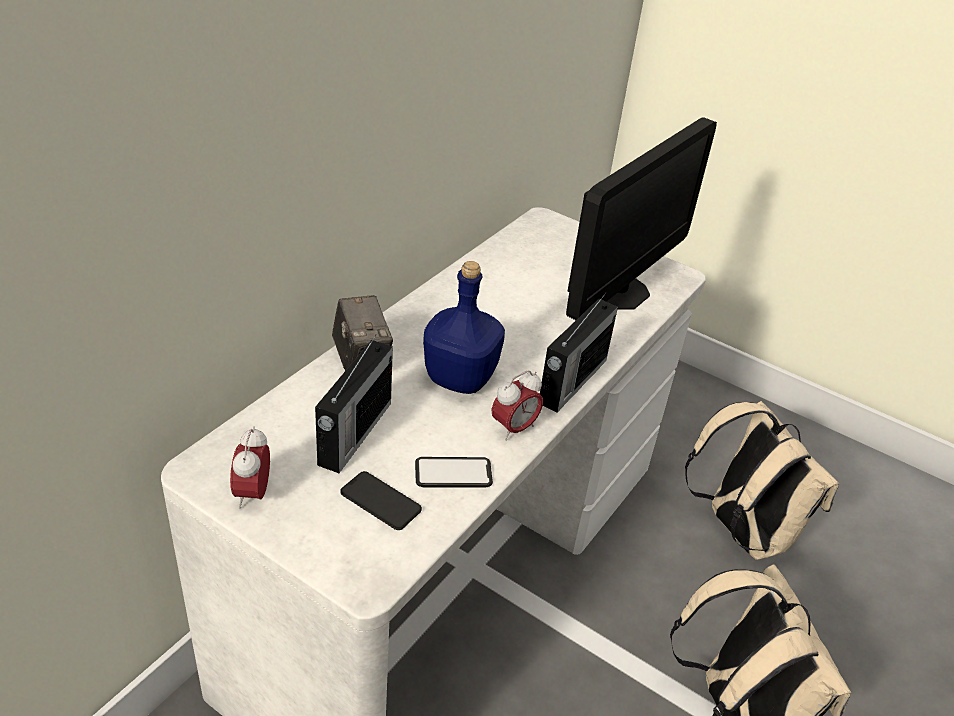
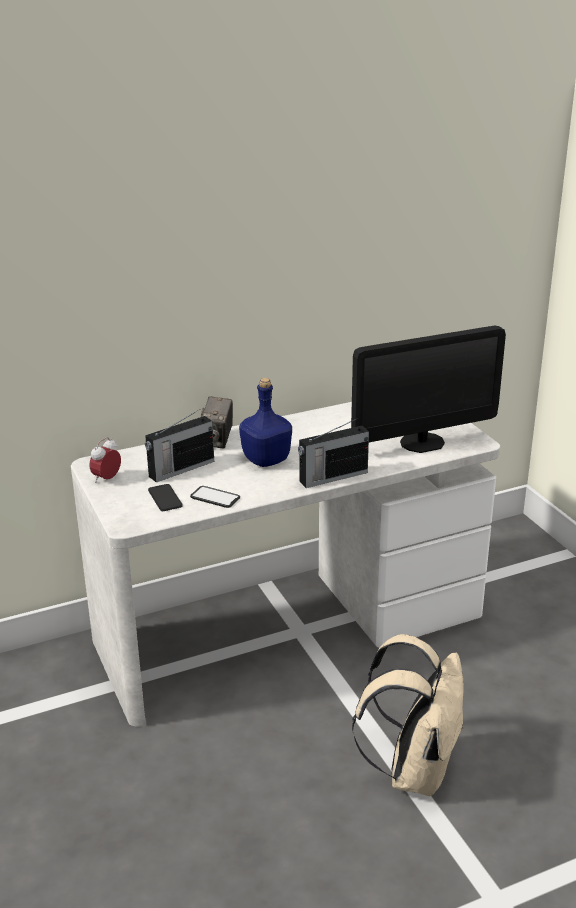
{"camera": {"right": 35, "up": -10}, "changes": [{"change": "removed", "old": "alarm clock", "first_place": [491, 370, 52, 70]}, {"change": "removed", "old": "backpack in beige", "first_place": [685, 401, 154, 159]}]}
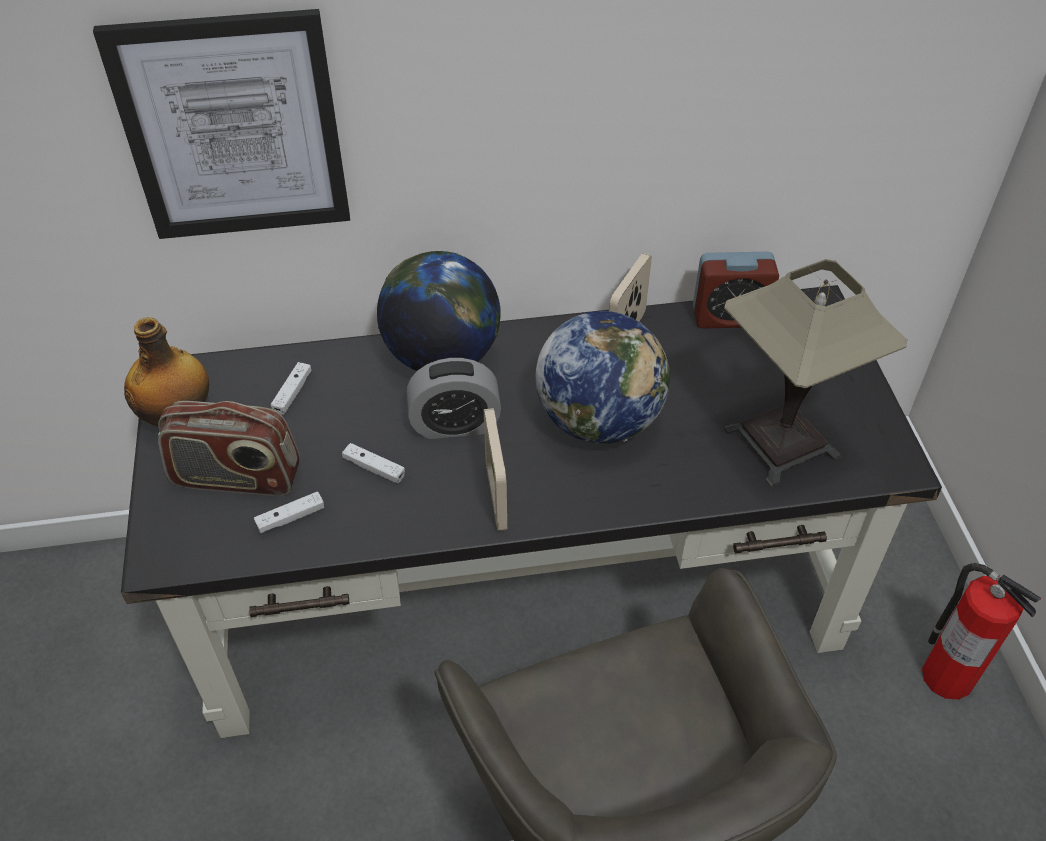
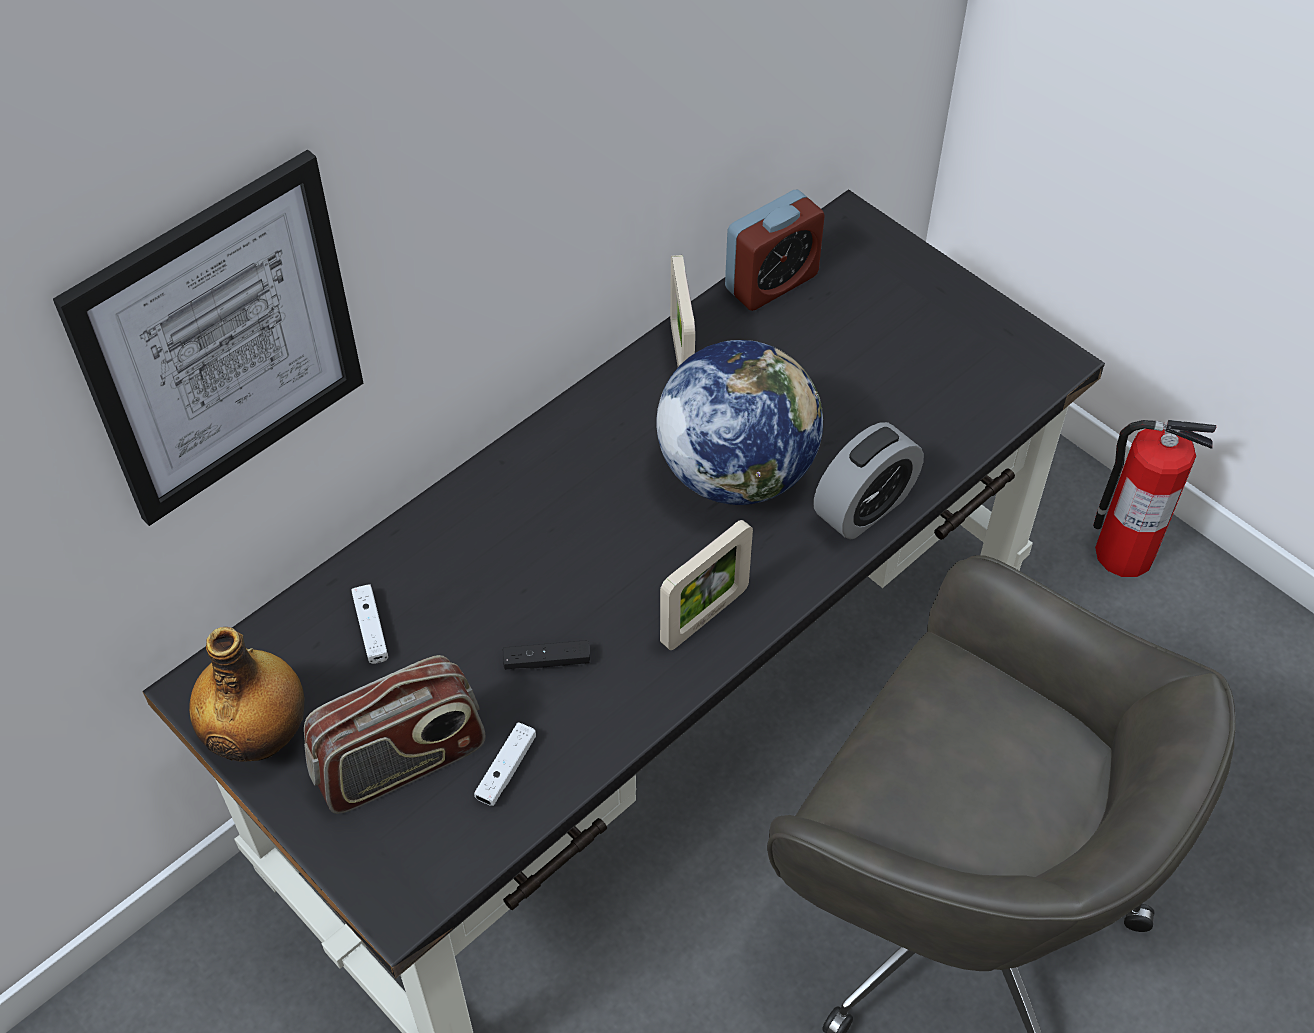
{"camera": {"right": -35, "up": 5}, "changes": [{"change": "removed", "old": "globe", "first_place": [377, 251, 124, 120]}, {"change": "removed", "old": "table lamp", "first_place": [724, 259, 183, 228]}, {"change": "moved", "old": "alarm clock", "first_place": [407, 358, 94, 81], "second_place": [813, 422, 111, 117]}, {"change": "recoloured", "old": "game controller in white", "new": "game controller in black", "first_place": [342, 443, 63, 40], "second_place": [503, 640, 87, 30]}, {"change": "turned", "old": "picture frame", "first_place": [484, 408, 23, 123], "second_place": [660, 520, 93, 130], "degrees": -90}]}
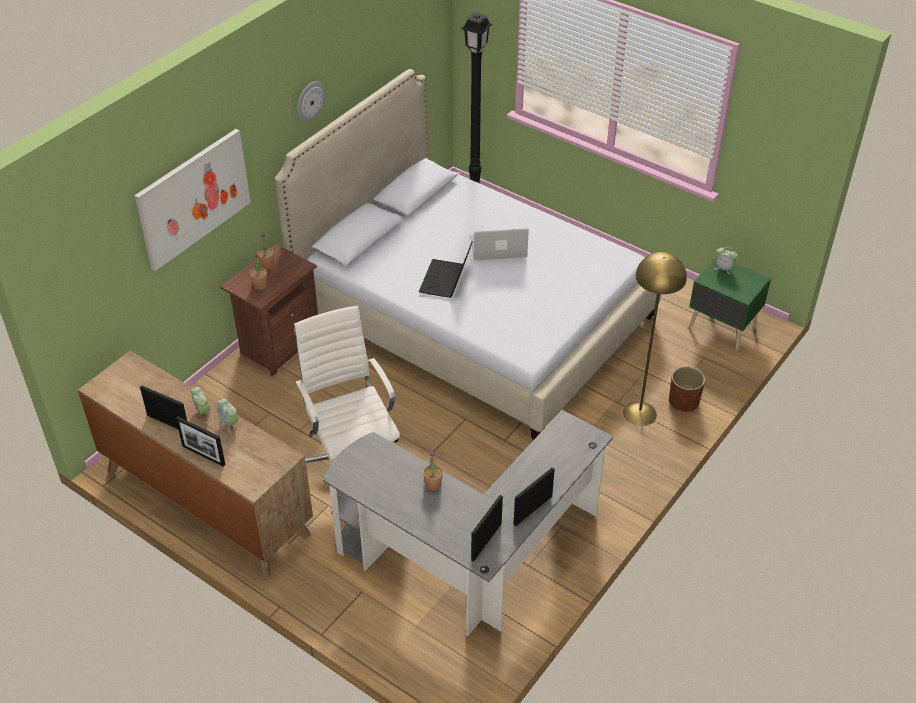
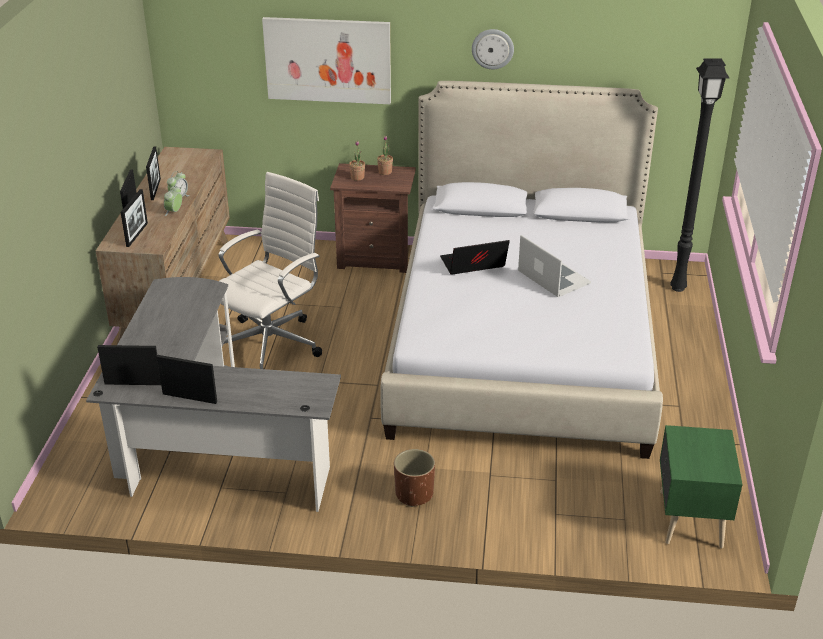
{"camera": {"right": 60, "up": -10}, "changes": [{"change": "removed", "old": "potted plant", "first_place": [423, 451, 20, 40]}, {"change": "removed", "old": "floor lamp in yellow", "first_place": [623, 252, 64, 174]}, {"change": "removed", "old": "alarm clock", "first_place": [714, 247, 24, 27]}, {"change": "added", "new": "picture frame", "second_place": [121, 189, 27, 58]}, {"change": "moved", "old": "planter in brown", "first_place": [669, 366, 36, 46], "second_place": [394, 449, 41, 58]}]}
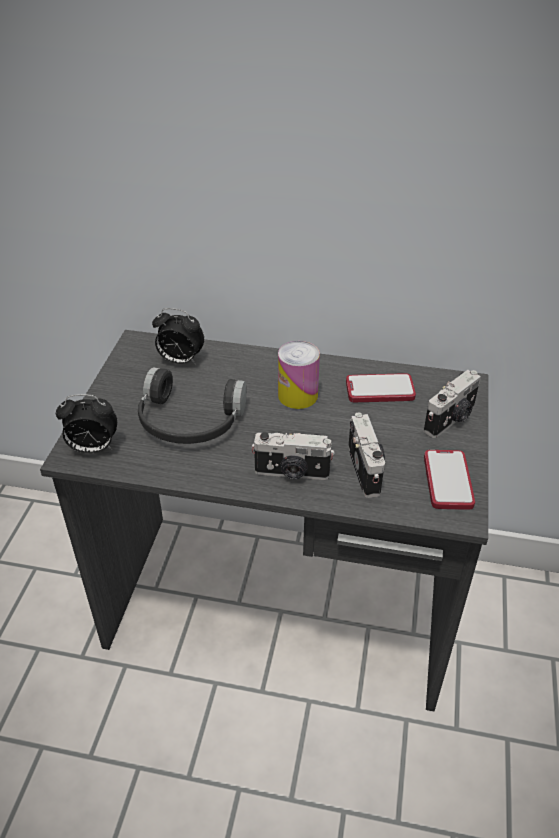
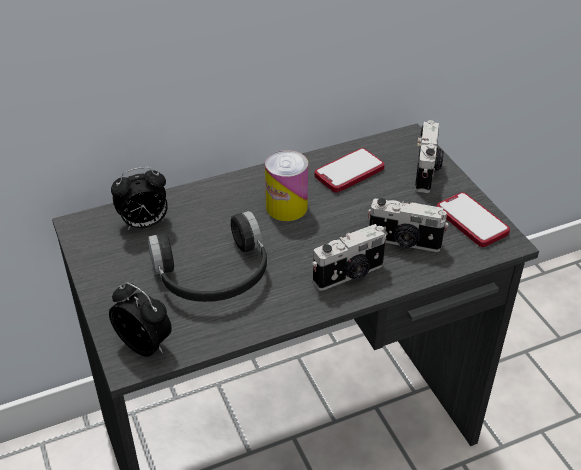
{"camera": {"right": -35, "up": 0}, "changes": [{"change": "turned", "old": "alarm clock", "first_place": [56, 394, 62, 60], "second_place": [109, 282, 63, 75], "degrees": -105}, {"change": "turned", "old": "photo camera", "first_place": [348, 412, 37, 86], "second_place": [368, 198, 81, 54], "degrees": 150}]}
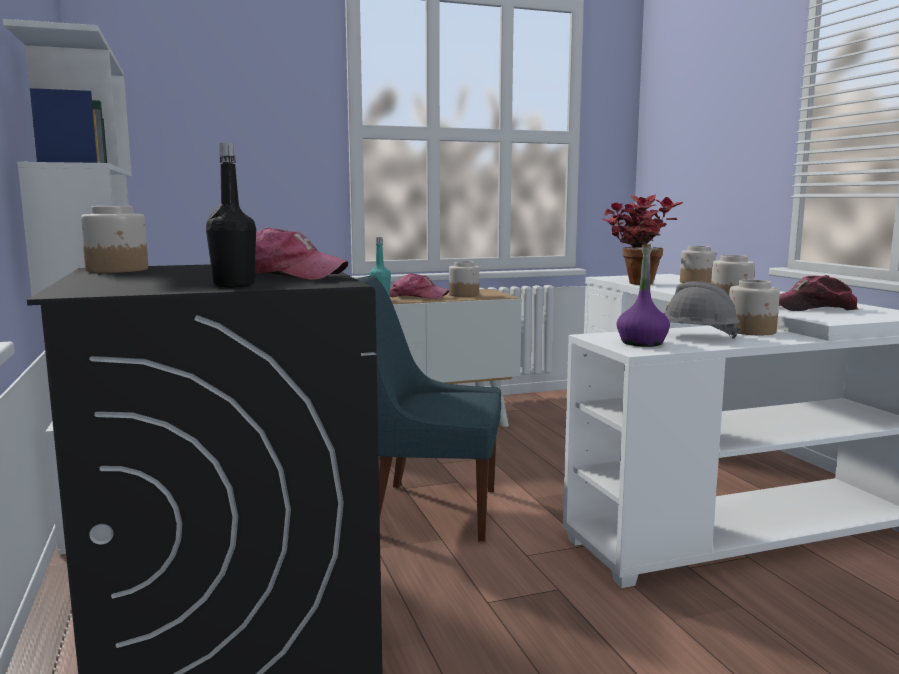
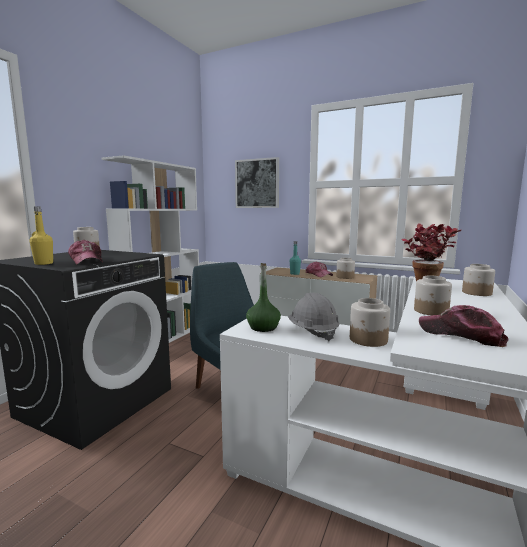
{"camera": {"right": 45, "up": 0}, "changes": [{"change": "added", "new": "picture", "second_place": [235, 157, 44, 51]}, {"change": "recoloured", "old": "bottle in black", "new": "bottle in yellow", "first_place": [206, 143, 50, 145], "second_place": [30, 207, 23, 58]}, {"change": "recoloured", "old": "bottle in purple", "new": "bottle in green", "first_place": [617, 244, 53, 103], "second_place": [246, 263, 35, 69]}]}
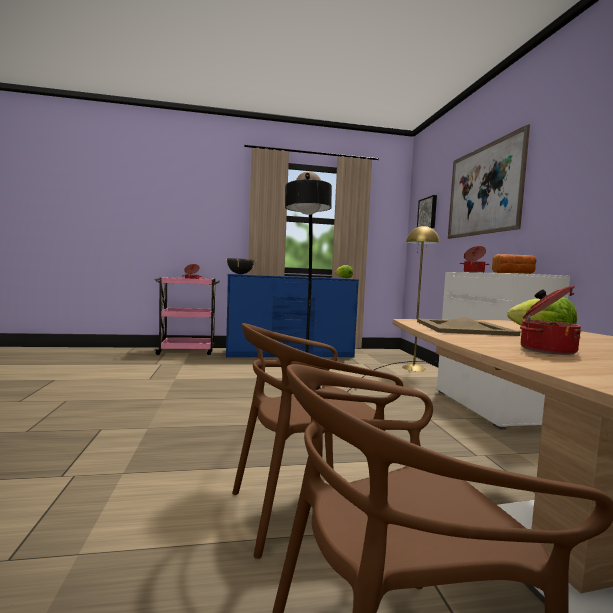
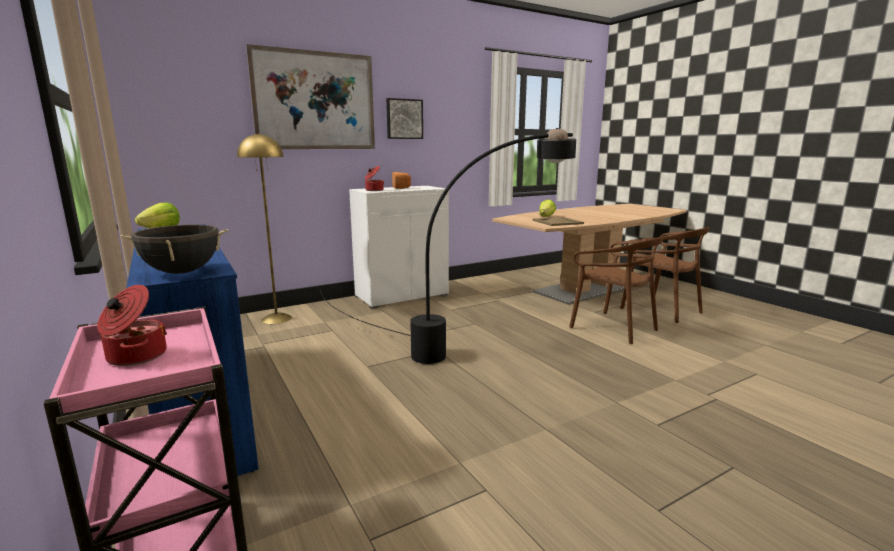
{"camera": {"right": -110, "up": 10}, "changes": [{"change": "removed", "old": "cooking pot", "first_place": [520, 285, 61, 70]}, {"change": "moved", "old": "picture", "first_place": [417, 195, 20, 33], "second_place": [386, 98, 37, 41]}]}
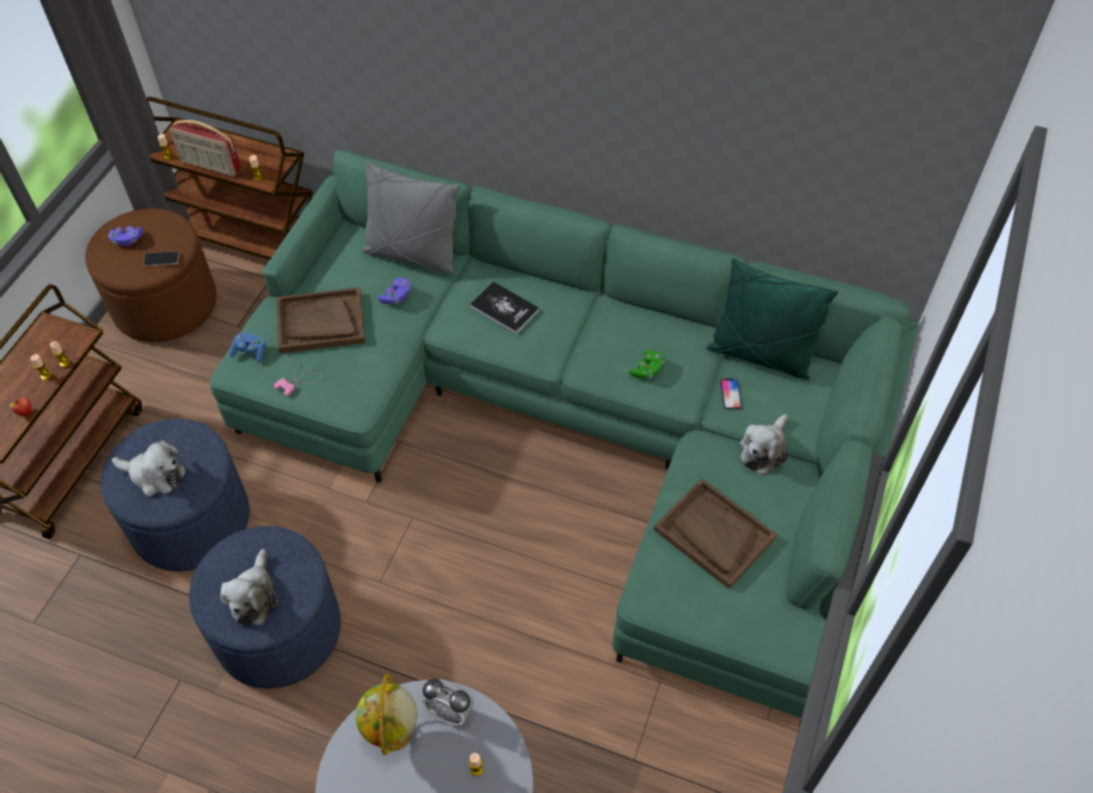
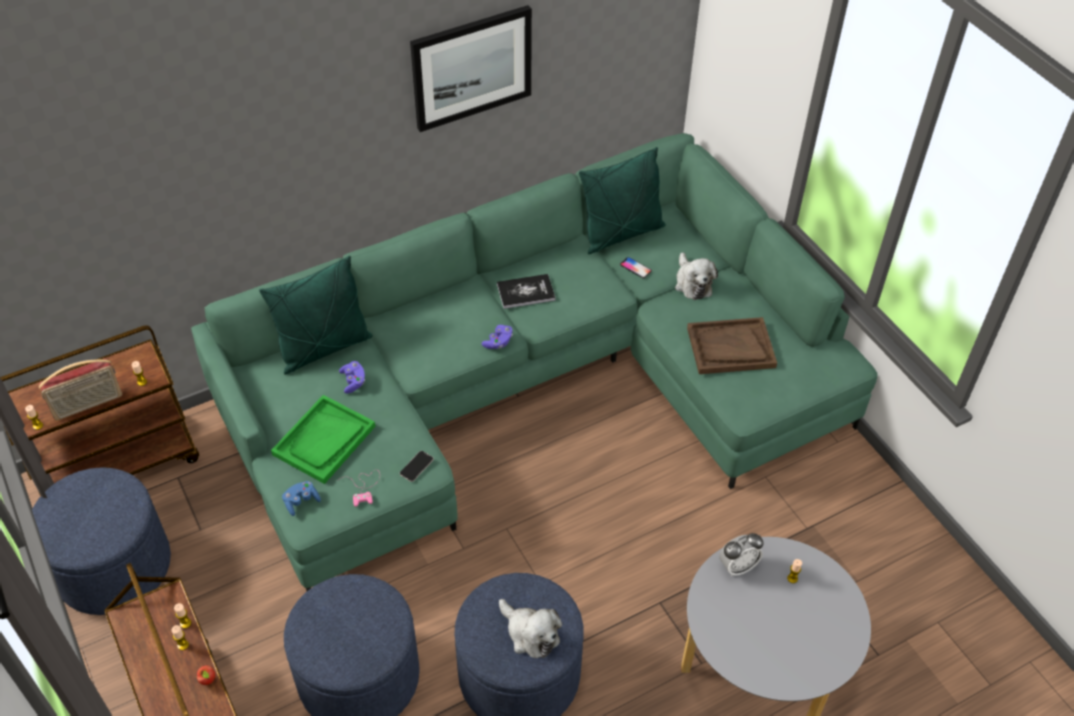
{"camera": {"right": -50, "up": -5}, "changes": [{"change": "removed", "old": "plush toy", "first_place": [112, 440, 74, 57]}, {"change": "removed", "old": "globe", "first_place": [355, 674, 63, 82]}, {"change": "removed", "old": "game controller in green", "first_place": [629, 350, 35, 28]}, {"change": "added", "new": "picture", "second_place": [410, 5, 122, 127]}, {"change": "moved", "old": "game controller in purple", "first_place": [108, 226, 35, 21], "second_place": [481, 325, 32, 24]}, {"change": "moved", "old": "phone", "first_place": [144, 251, 35, 15], "second_place": [400, 451, 34, 31]}, {"change": "moved", "old": "book", "first_place": [470, 282, 69, 52], "second_place": [497, 274, 59, 35]}, {"change": "recoloured", "old": "ottoman in brown", "new": "ottoman in blue", "first_place": [85, 208, 132, 134], "second_place": [32, 467, 139, 148]}, {"change": "recoloured", "old": "tray in brown", "new": "tray in green", "first_place": [277, 287, 88, 66], "second_place": [271, 395, 104, 89]}, {"change": "recoloured", "old": "pillow in grey", "new": "pillow in green", "first_place": [362, 161, 98, 113], "second_place": [259, 256, 114, 118]}]}
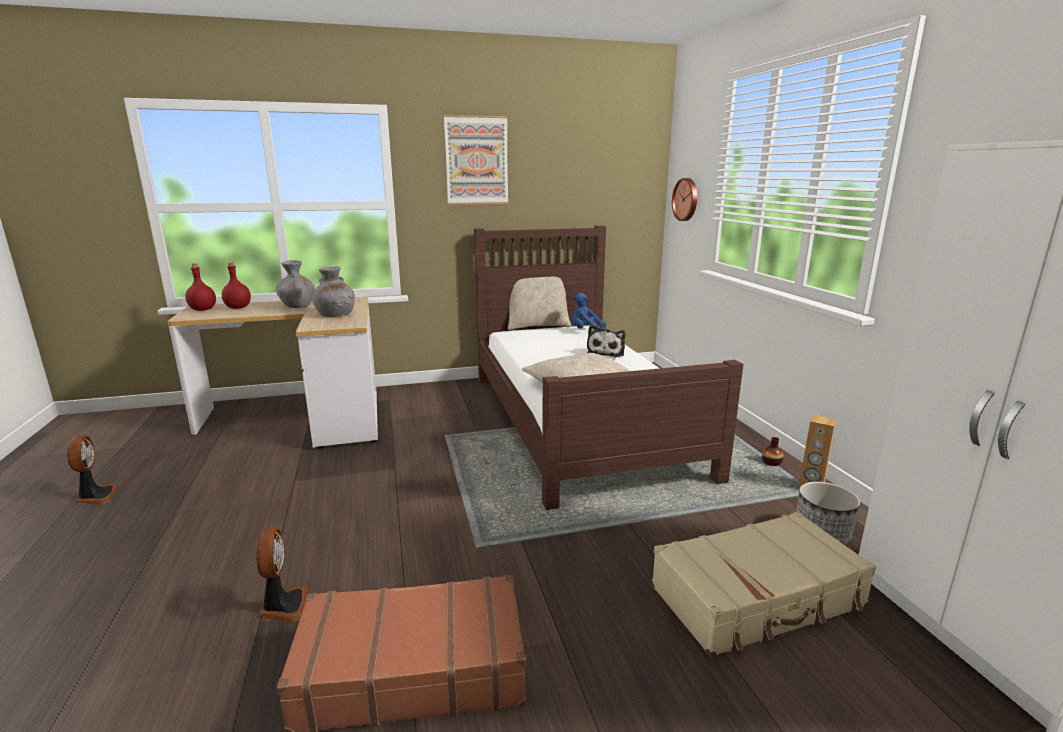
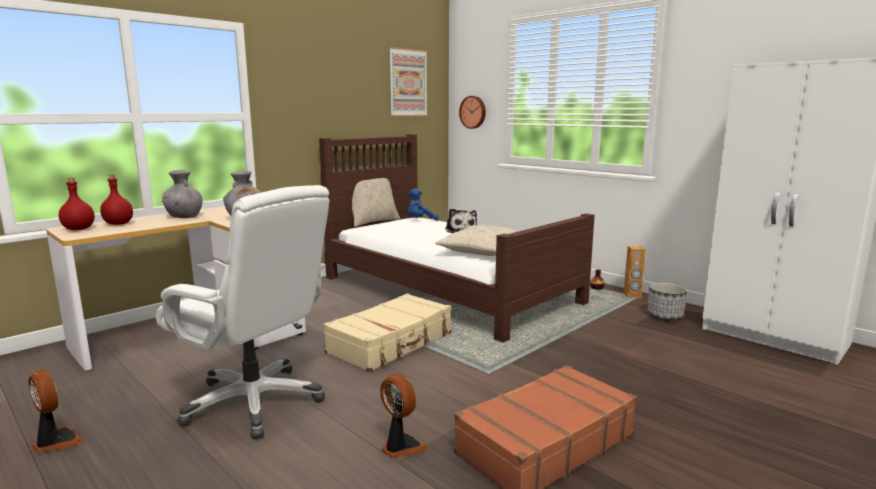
{"camera": {"right": -30, "up": -5}, "changes": [{"change": "added", "new": "office chair in white", "second_place": [156, 185, 173, 254]}, {"change": "moved", "old": "picture", "first_place": [444, 115, 64, 90], "second_place": [389, 47, 39, 69]}, {"change": "moved", "old": "suitcase in beige", "first_place": [651, 512, 225, 145], "second_place": [323, 293, 128, 79]}]}
